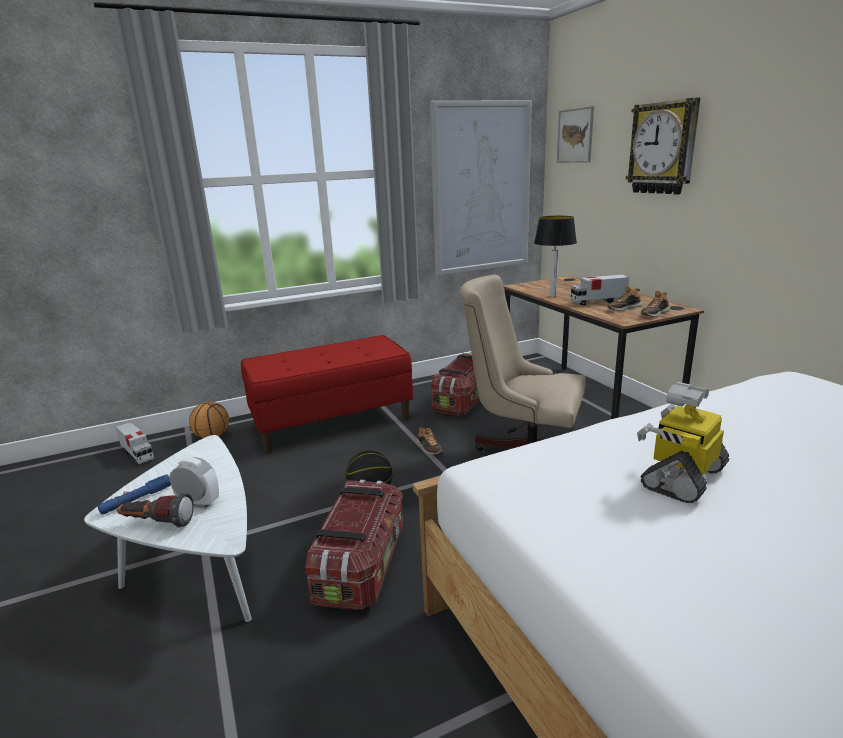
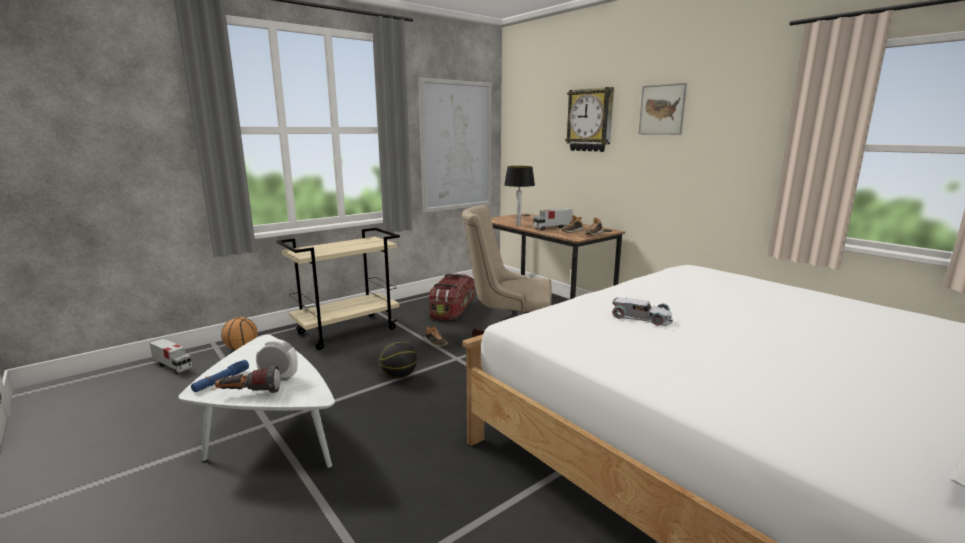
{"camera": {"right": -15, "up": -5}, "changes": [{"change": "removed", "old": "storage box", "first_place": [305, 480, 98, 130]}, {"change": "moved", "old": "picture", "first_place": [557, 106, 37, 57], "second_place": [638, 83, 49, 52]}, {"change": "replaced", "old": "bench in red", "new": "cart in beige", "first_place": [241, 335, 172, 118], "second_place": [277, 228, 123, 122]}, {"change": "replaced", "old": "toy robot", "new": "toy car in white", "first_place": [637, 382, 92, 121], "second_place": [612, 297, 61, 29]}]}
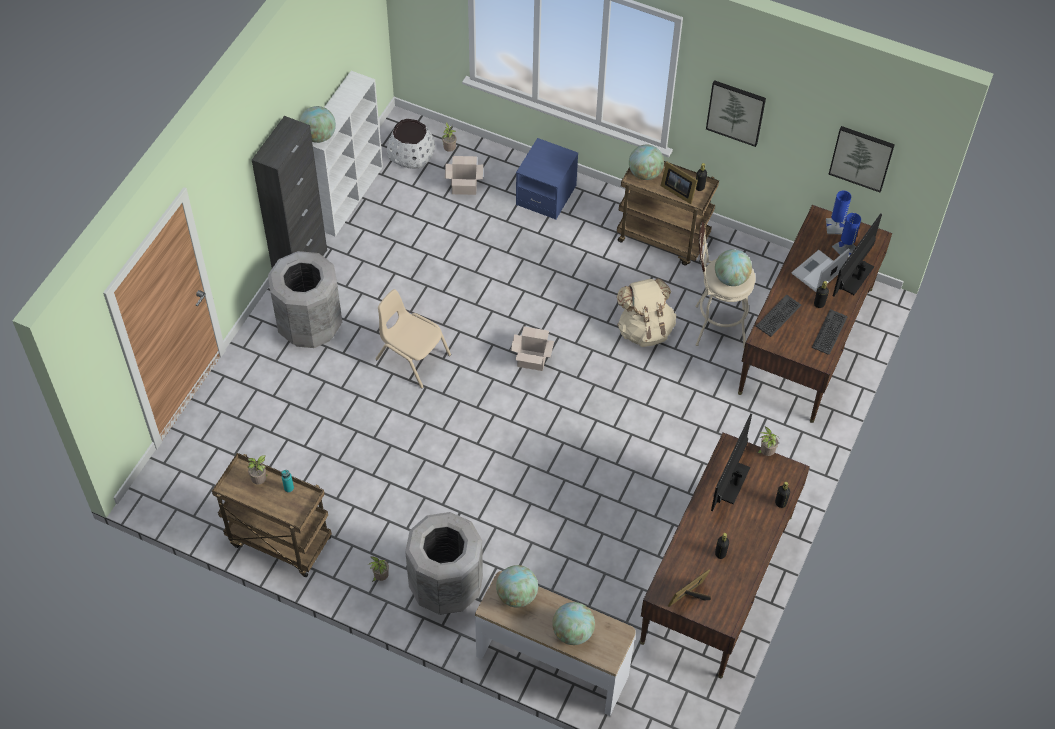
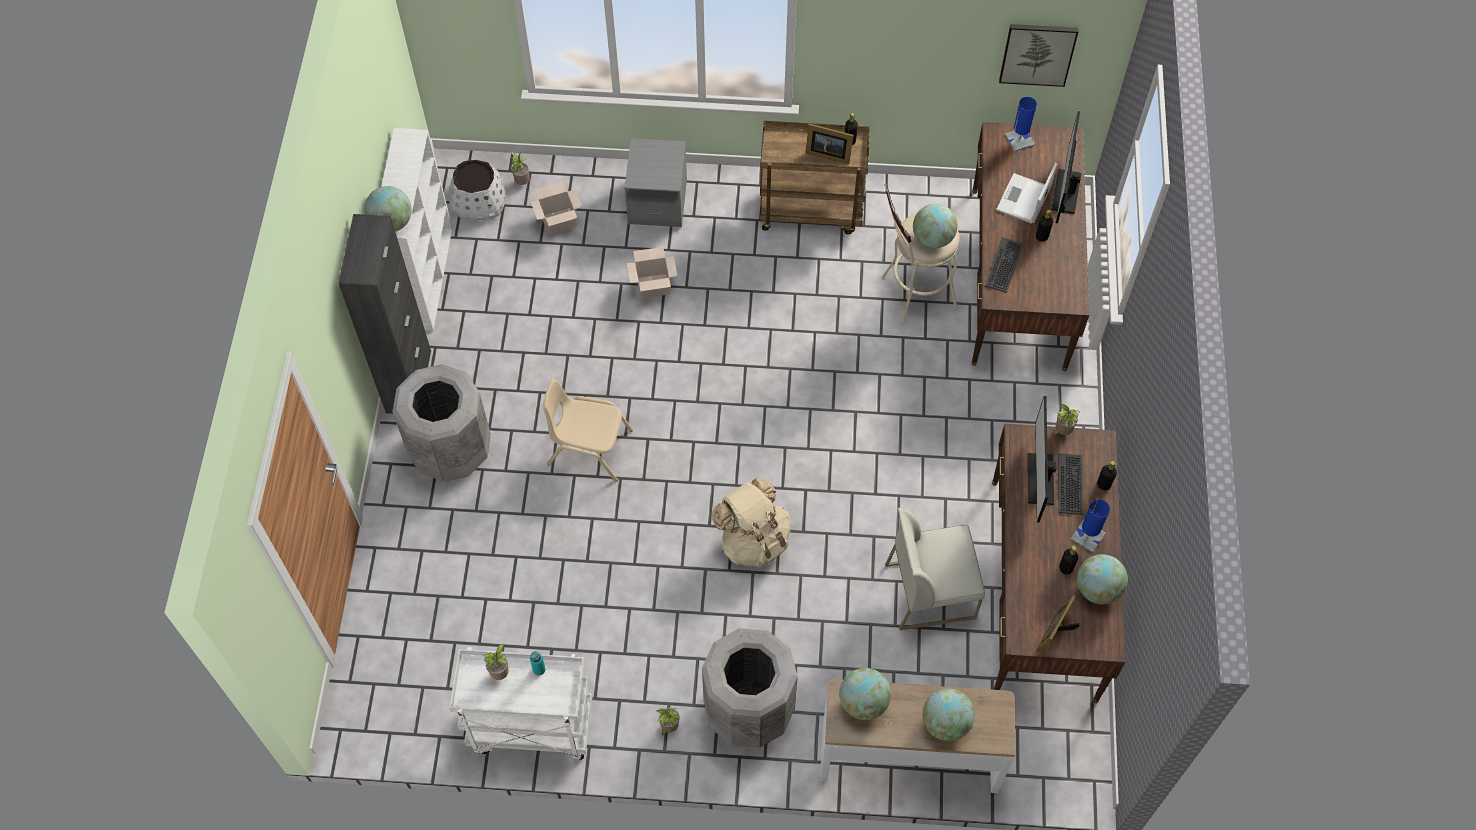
{"camera": {"right": -20, "up": 5}, "changes": [{"change": "removed", "old": "picture", "first_place": [706, 80, 60, 67]}, {"change": "added", "new": "chair in white", "second_place": [885, 508, 100, 122]}, {"change": "moved", "old": "cardboard box", "first_place": [510, 327, 44, 44], "second_place": [627, 247, 50, 52]}, {"change": "moved", "old": "backpack in beige", "first_place": [617, 279, 59, 68], "second_place": [712, 478, 79, 90]}, {"change": "moved", "old": "globe", "first_place": [629, 145, 35, 35], "second_place": [1077, 554, 51, 51]}, {"change": "moved", "old": "keyboard", "first_place": [812, 309, 36, 46], "second_place": [1058, 453, 25, 62]}, {"change": "moved", "old": "table lamp in blue", "first_place": [832, 213, 29, 44], "second_place": [1070, 499, 40, 54]}, {"change": "recoloured", "old": "cart in brown", "new": "cart in white", "first_place": [212, 453, 120, 124], "second_place": [449, 647, 143, 113]}, {"change": "recoloured", "old": "nightstand in blue", "new": "nightstand in grey", "first_place": [516, 138, 62, 82], "second_place": [625, 138, 62, 89]}]}
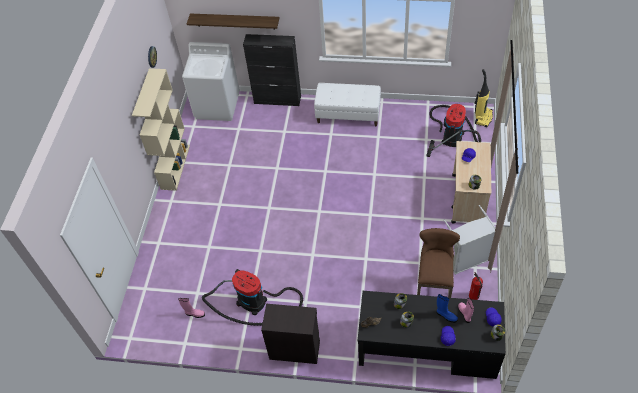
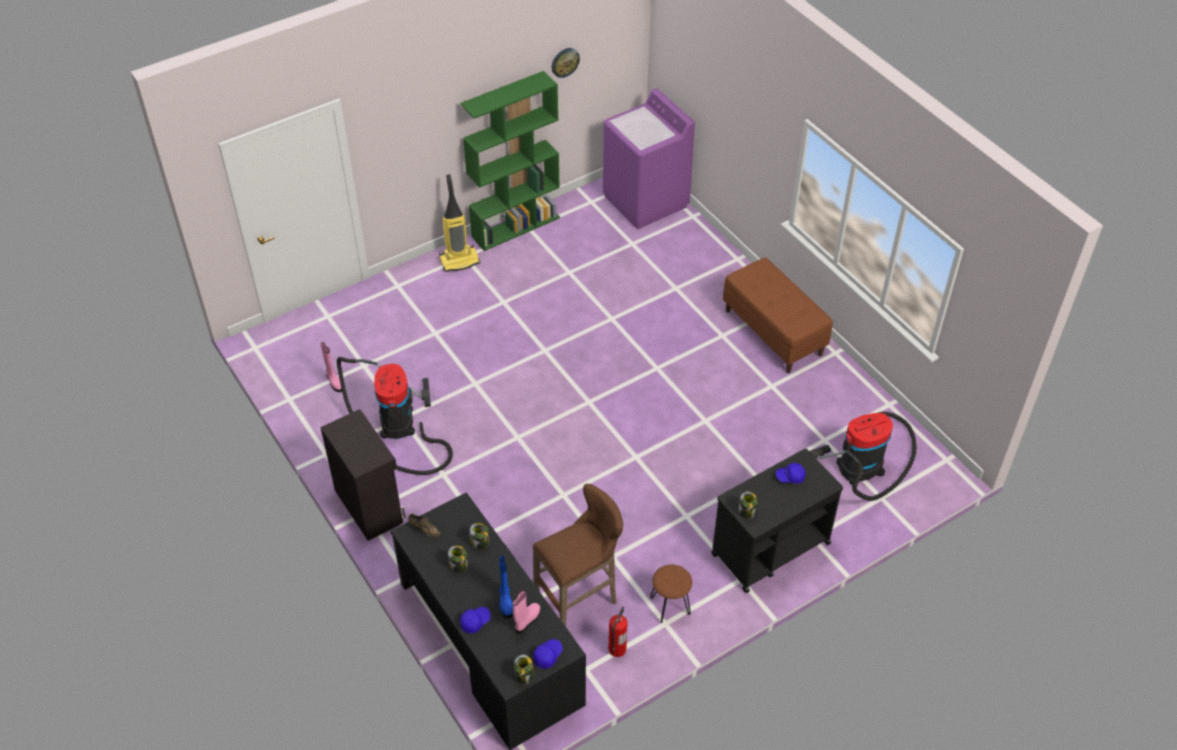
{"camera": {"right": 45, "up": -5}, "changes": [{"change": "removed", "old": "shelf", "first_place": [187, 14, 93, 15]}, {"change": "removed", "old": "cabinet in black", "first_place": [243, 34, 58, 72]}, {"change": "moved", "old": "vacuum cleaner", "first_place": [475, 69, 18, 58], "second_place": [439, 174, 41, 98]}, {"change": "replaced", "old": "laundry basket in grey", "new": "stool in brown", "first_place": [443, 205, 53, 70], "second_place": [650, 565, 42, 58]}, {"change": "recoloured", "old": "bookcase in beige", "new": "bookcase in green", "first_place": [132, 68, 58, 123], "second_place": [460, 71, 100, 180]}, {"change": "recoloured", "old": "washing machine in white", "new": "washing machine in purple", "first_place": [182, 42, 58, 79], "second_place": [603, 89, 92, 140]}, {"change": "recoloured", "old": "bench in white", "new": "bench in brown", "first_place": [314, 83, 67, 43], "second_place": [723, 258, 110, 115]}, {"change": "recoloured", "old": "cart in beige", "new": "cart in black", "first_place": [451, 141, 40, 83], "second_place": [711, 448, 132, 145]}]}
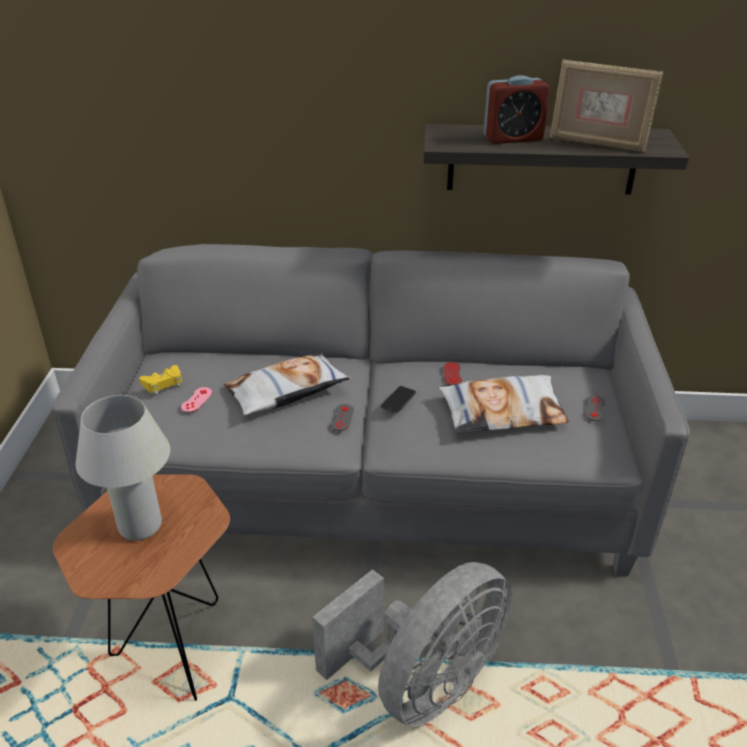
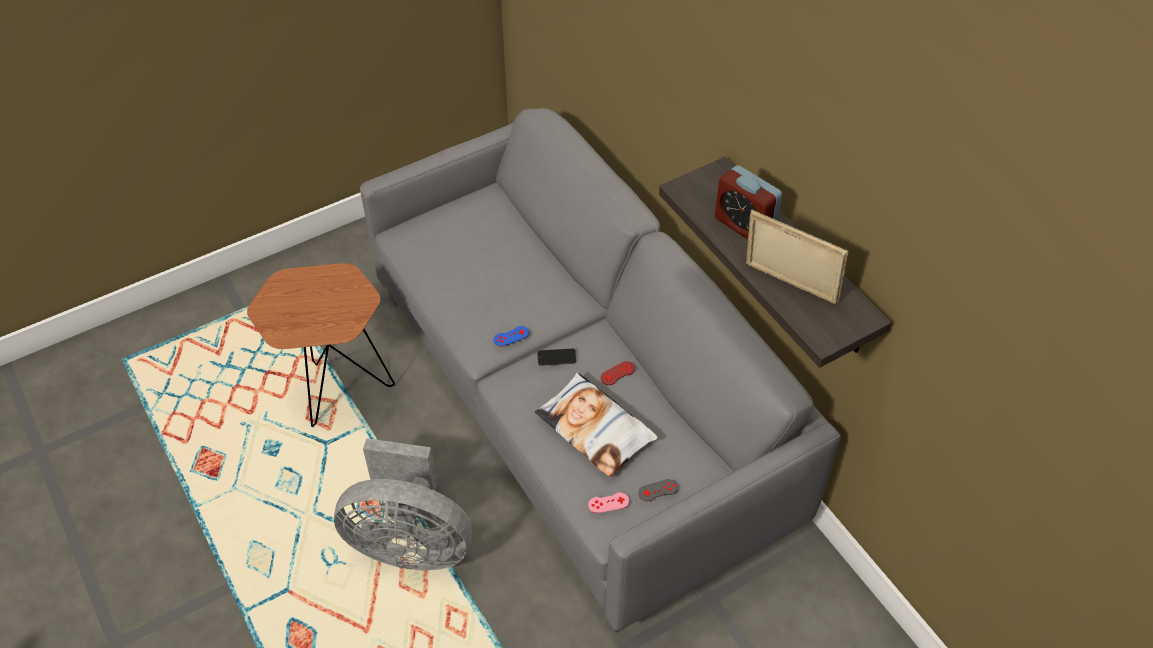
{"camera": {"right": 55, "up": 15}, "changes": [{"change": "removed", "old": "table lamp in white", "first_place": [76, 395, 94, 146]}, {"change": "removed", "old": "game controller in yellow", "first_place": [139, 365, 43, 30]}, {"change": "removed", "old": "pillow", "first_place": [224, 353, 126, 62]}, {"change": "moved", "old": "game controller in pink", "first_place": [181, 387, 31, 25], "second_place": [588, 492, 41, 21]}, {"change": "recoloured", "old": "game controller in grey", "new": "game controller in blue", "first_place": [331, 404, 23, 27], "second_place": [493, 326, 36, 21]}, {"change": "turned", "old": "picture frame", "first_place": [550, 60, 113, 92], "second_place": [746, 210, 103, 94], "degrees": 135}]}
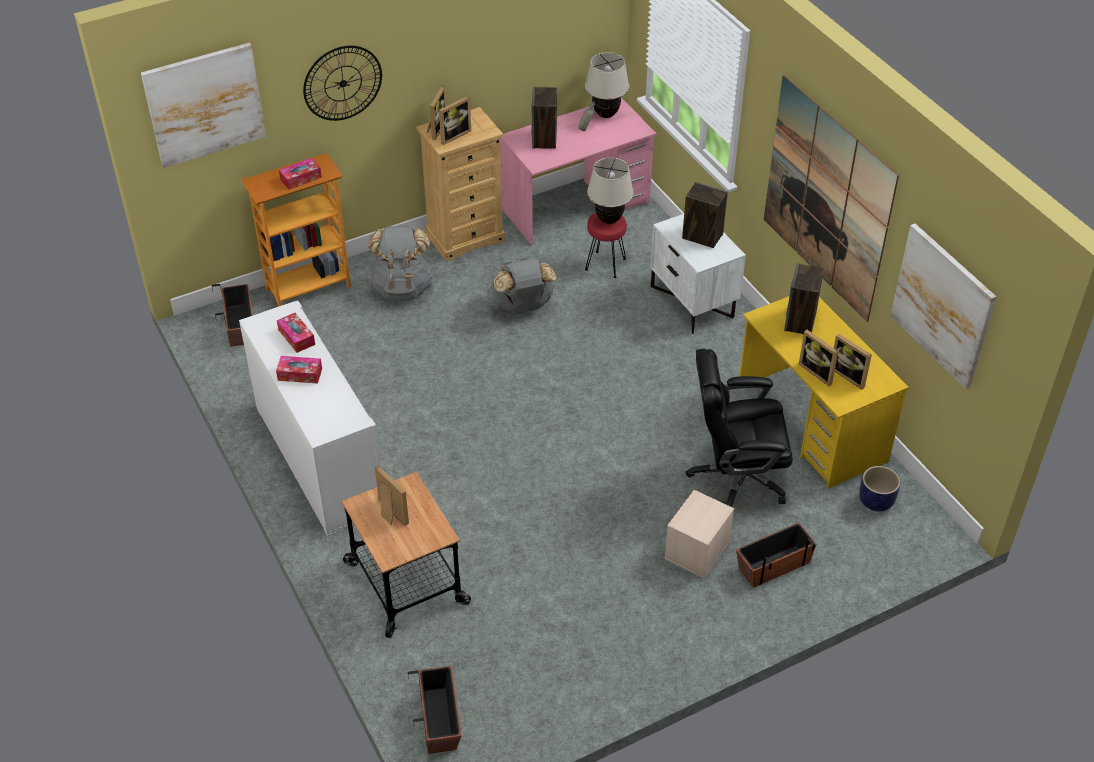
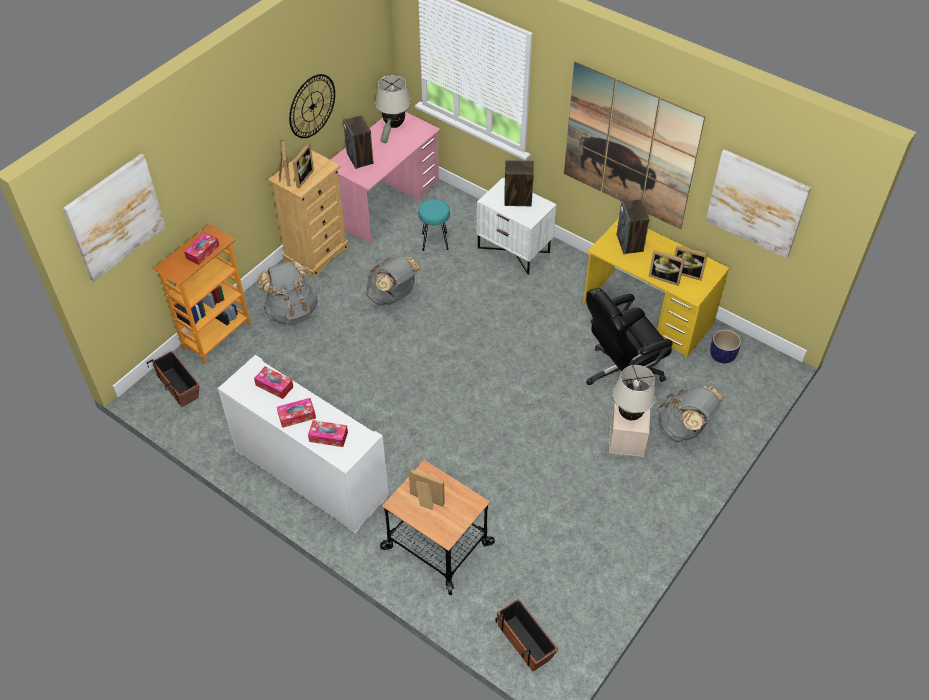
{"camera": {"right": -25, "up": 5}, "changes": [{"change": "added", "new": "tissue box", "second_place": [308, 420, 40, 27]}, {"change": "moved", "old": "wall clock", "first_place": [303, 45, 79, 76], "second_place": [289, 74, 46, 64]}, {"change": "moved", "old": "table lamp in beige", "first_place": [587, 157, 47, 67], "second_place": [612, 365, 44, 55]}, {"change": "replaced", "old": "planter", "new": "backpack in grey", "first_place": [736, 522, 80, 66], "second_place": [657, 386, 67, 56]}, {"change": "recoloured", "old": "stool in red", "new": "stool in turquoise", "first_place": [585, 213, 42, 65], "second_place": [418, 199, 32, 52]}]}
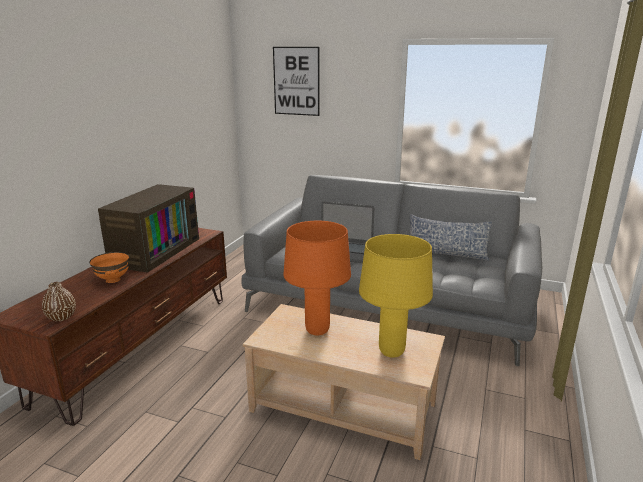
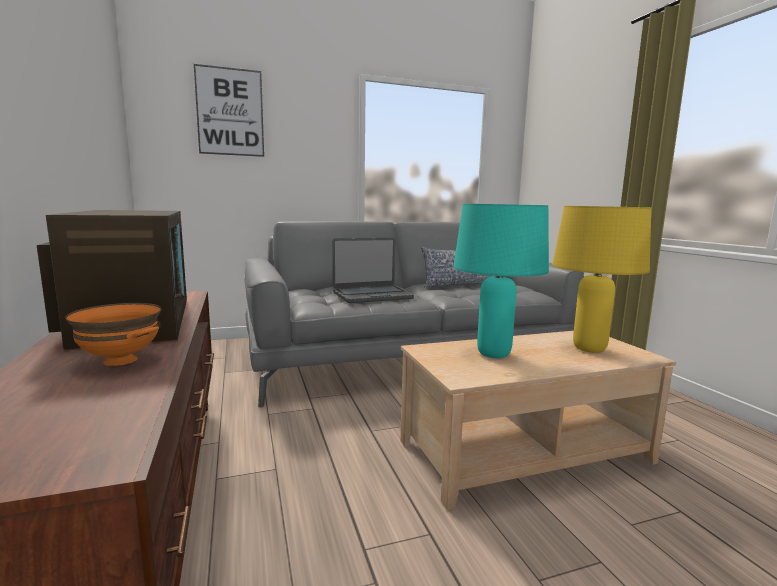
{"camera": {"right": -40, "up": -10}, "changes": [{"change": "removed", "old": "vase in brown", "first_place": [42, 282, 34, 39]}, {"change": "recoloured", "old": "table lamp in orange", "new": "table lamp in turquoise", "first_place": [283, 221, 68, 115], "second_place": [453, 204, 96, 154]}]}
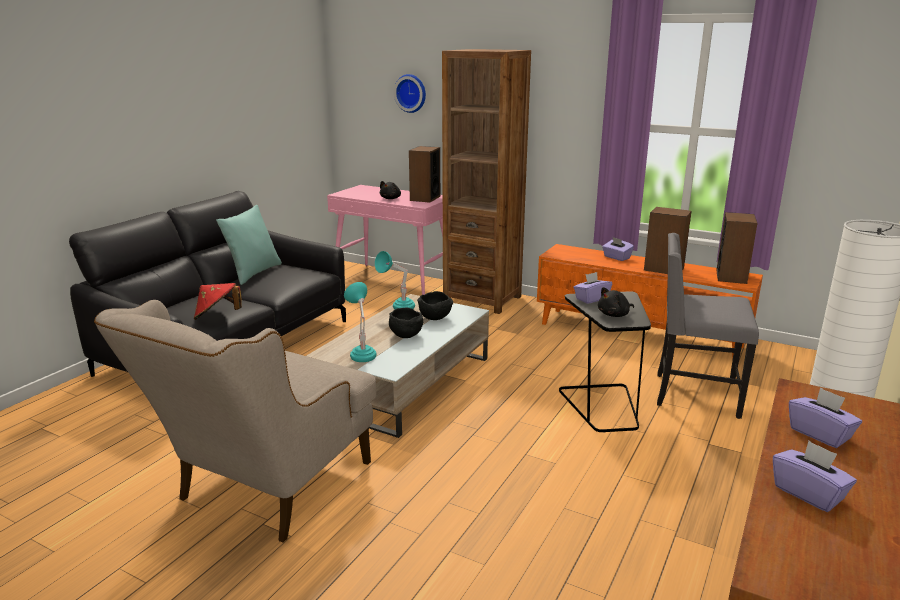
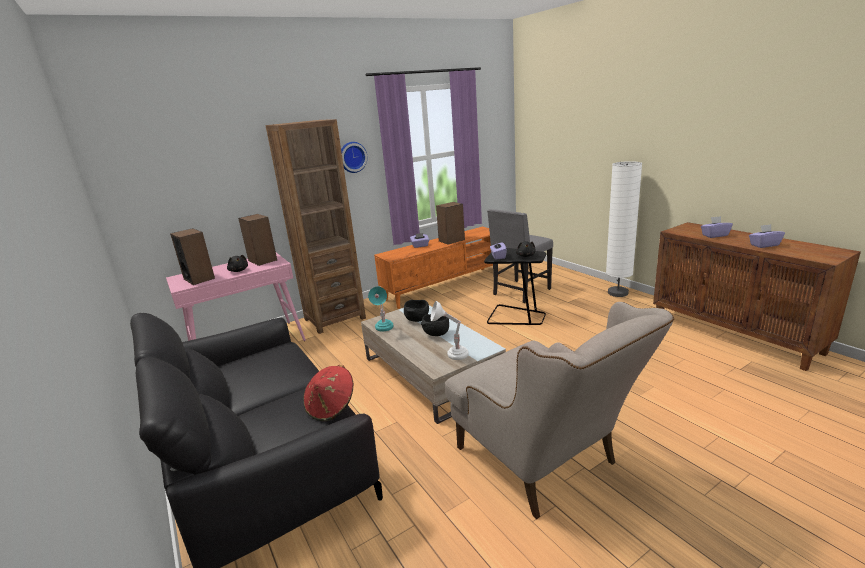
{"camera": {"right": -60, "up": 0}, "changes": [{"change": "removed", "old": "pillow in turquoise", "first_place": [216, 205, 66, 80]}, {"change": "moved", "old": "wall clock", "first_place": [394, 74, 32, 39], "second_place": [341, 142, 26, 31]}, {"change": "moved", "old": "speaker", "first_place": [716, 212, 41, 72], "second_place": [170, 228, 45, 57]}, {"change": "recoloured", "old": "table lamp in turquoise", "new": "table lamp in white", "first_place": [344, 282, 33, 80], "second_place": [431, 301, 38, 59]}]}
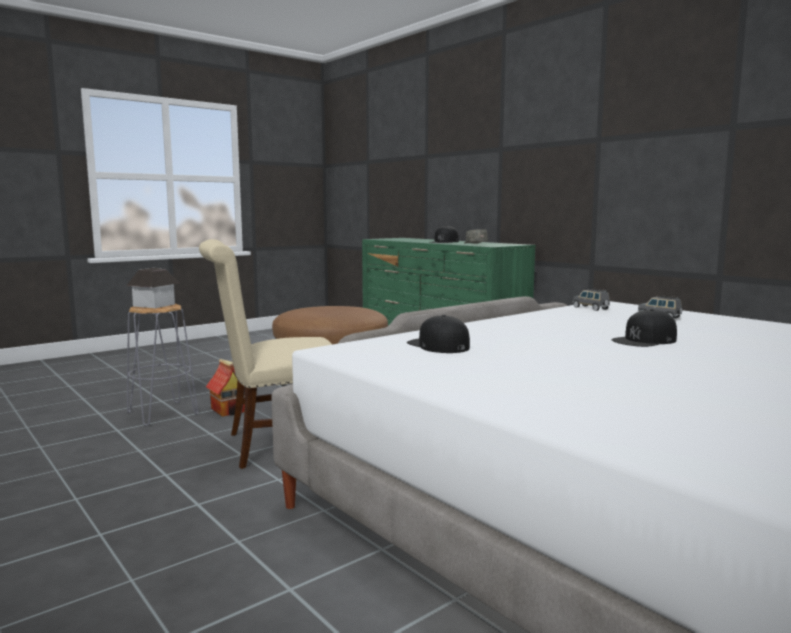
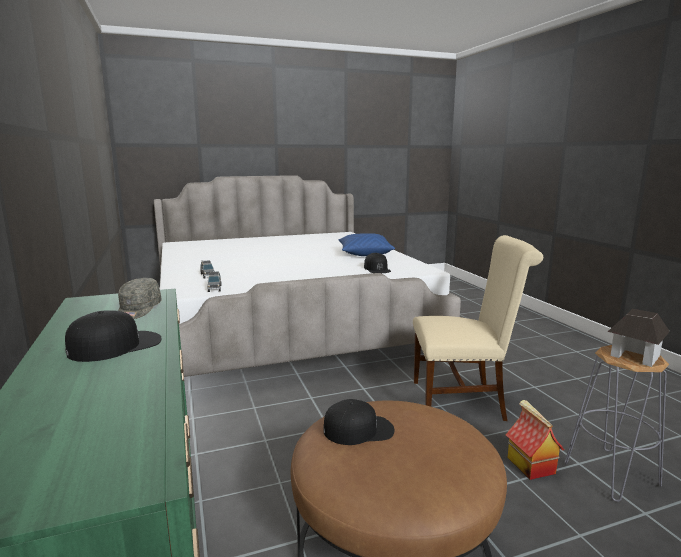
{"camera": {"right": -160, "up": 5}, "changes": [{"change": "added", "new": "pillow in blue", "second_place": [339, 233, 56, 23]}, {"change": "moved", "old": "cap in black", "first_place": [611, 309, 66, 38], "second_place": [323, 399, 71, 46]}]}
